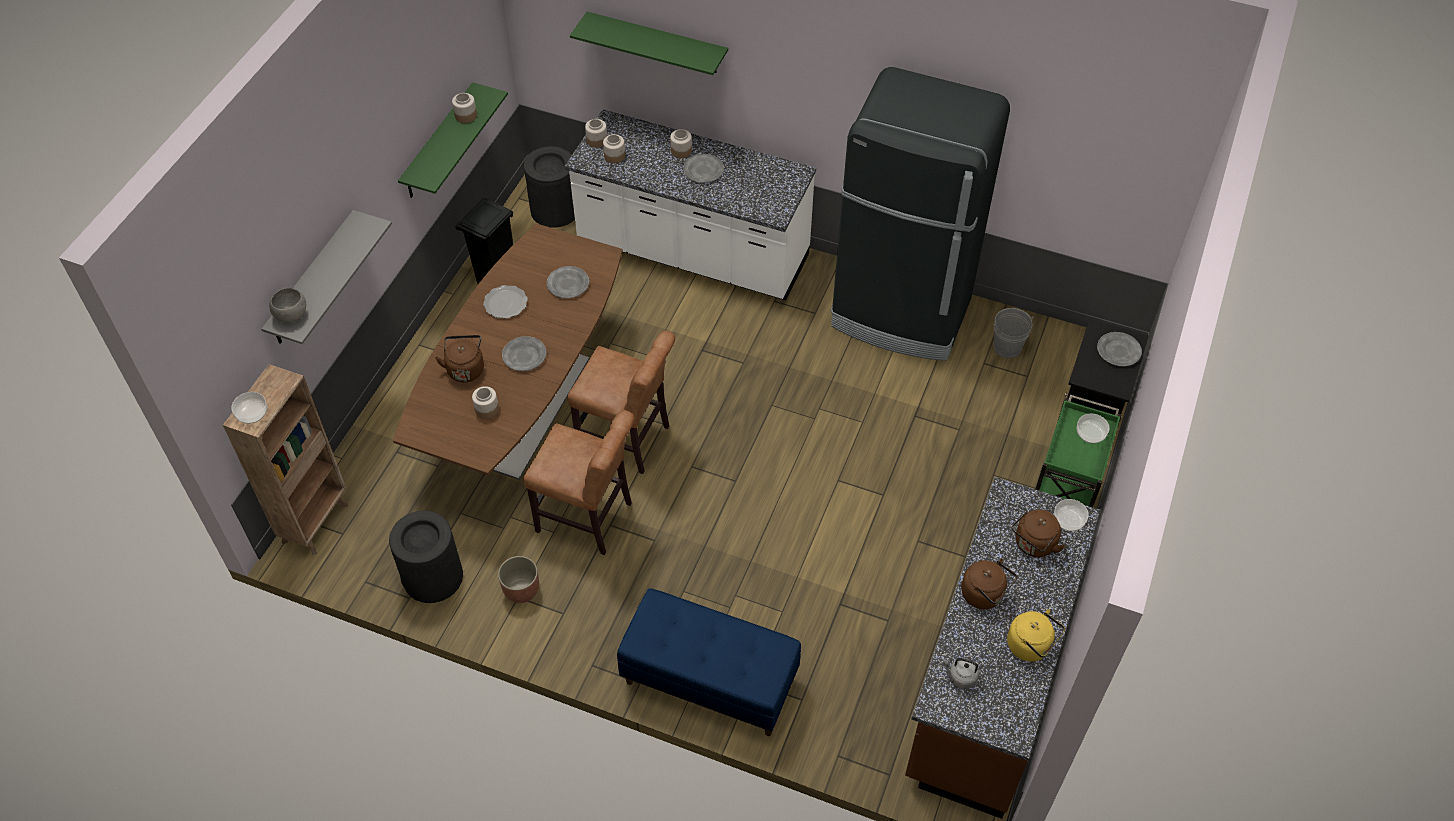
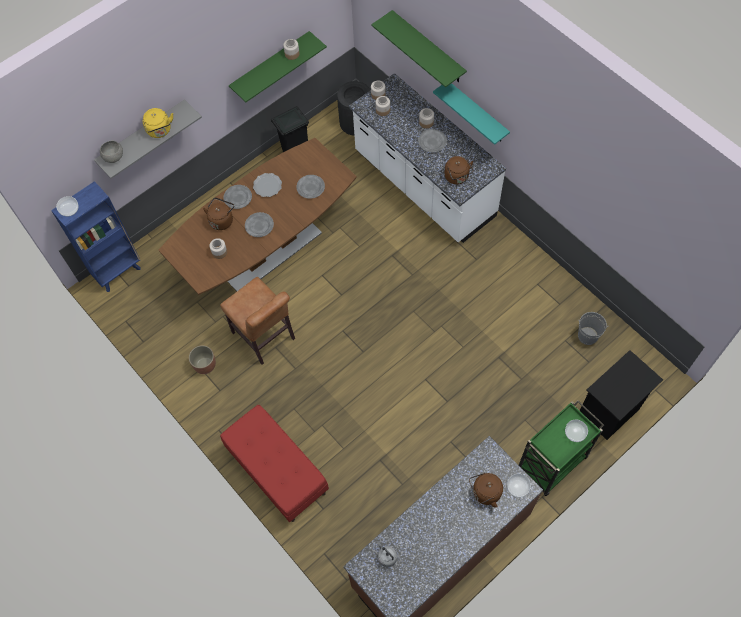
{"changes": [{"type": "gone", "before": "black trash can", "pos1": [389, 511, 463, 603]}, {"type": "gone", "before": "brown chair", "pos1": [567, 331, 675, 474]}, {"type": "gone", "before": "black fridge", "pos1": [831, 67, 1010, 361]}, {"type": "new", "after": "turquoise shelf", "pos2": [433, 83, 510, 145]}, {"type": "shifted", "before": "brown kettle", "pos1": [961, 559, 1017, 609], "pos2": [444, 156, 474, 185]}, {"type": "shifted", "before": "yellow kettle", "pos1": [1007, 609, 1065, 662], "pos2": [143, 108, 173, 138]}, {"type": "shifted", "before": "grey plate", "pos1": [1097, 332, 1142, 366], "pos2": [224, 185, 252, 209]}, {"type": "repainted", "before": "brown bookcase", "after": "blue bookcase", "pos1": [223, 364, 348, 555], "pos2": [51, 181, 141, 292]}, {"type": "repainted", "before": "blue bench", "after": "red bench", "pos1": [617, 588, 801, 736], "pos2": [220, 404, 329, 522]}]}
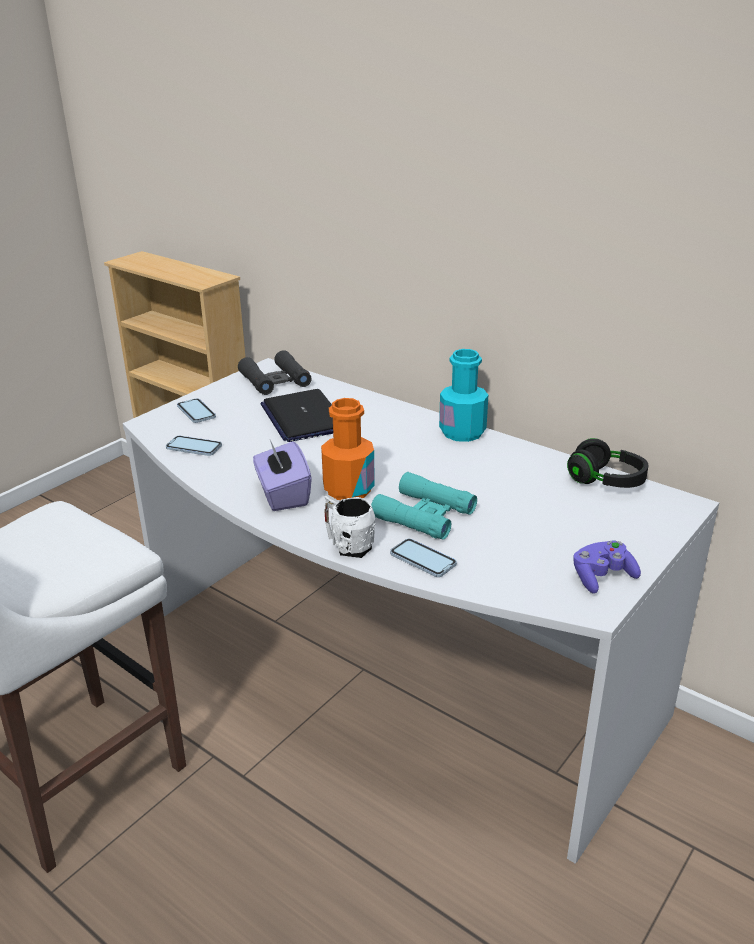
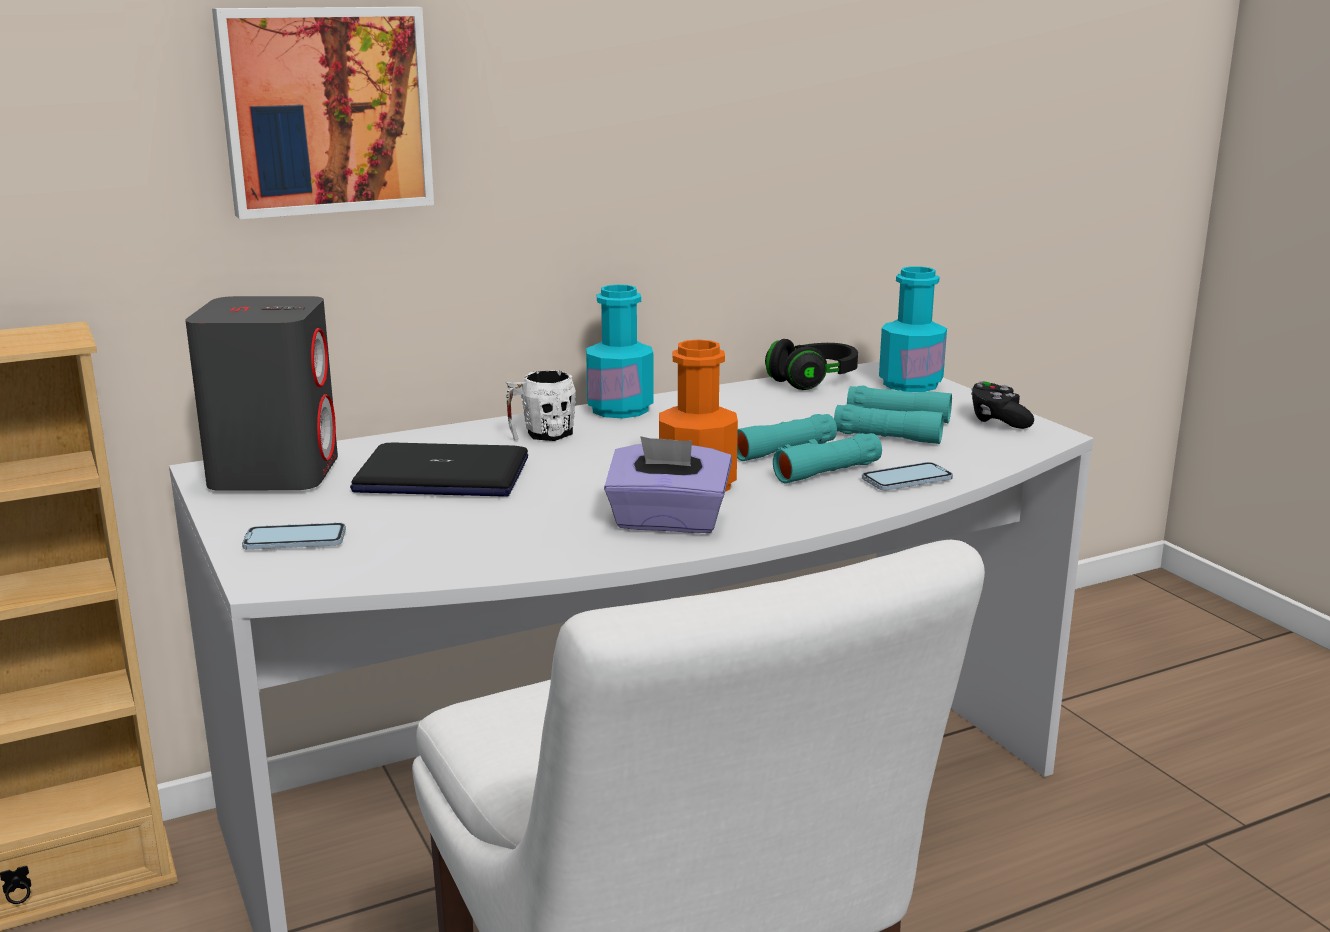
{"changes": [{"type": "gone", "before": "phone", "pos1": [166, 436, 222, 456]}, {"type": "new", "after": "picture", "pos2": [212, 7, 434, 219]}, {"type": "new", "after": "turquoise binoculars", "pos2": [834, 386, 952, 444]}, {"type": "new", "after": "turquoise bottle", "pos2": [879, 266, 947, 392]}, {"type": "shifted", "before": "white mug", "pos1": [324, 495, 375, 558], "pos2": [505, 370, 576, 441]}, {"type": "swapped", "before": "black binoculars", "after": "grey speaker", "pos1": [238, 350, 312, 395], "pos2": [185, 296, 338, 491]}, {"type": "repainted", "before": "purple game controller", "after": "black game controller", "pos1": [573, 540, 641, 594], "pos2": [971, 381, 1034, 429]}]}
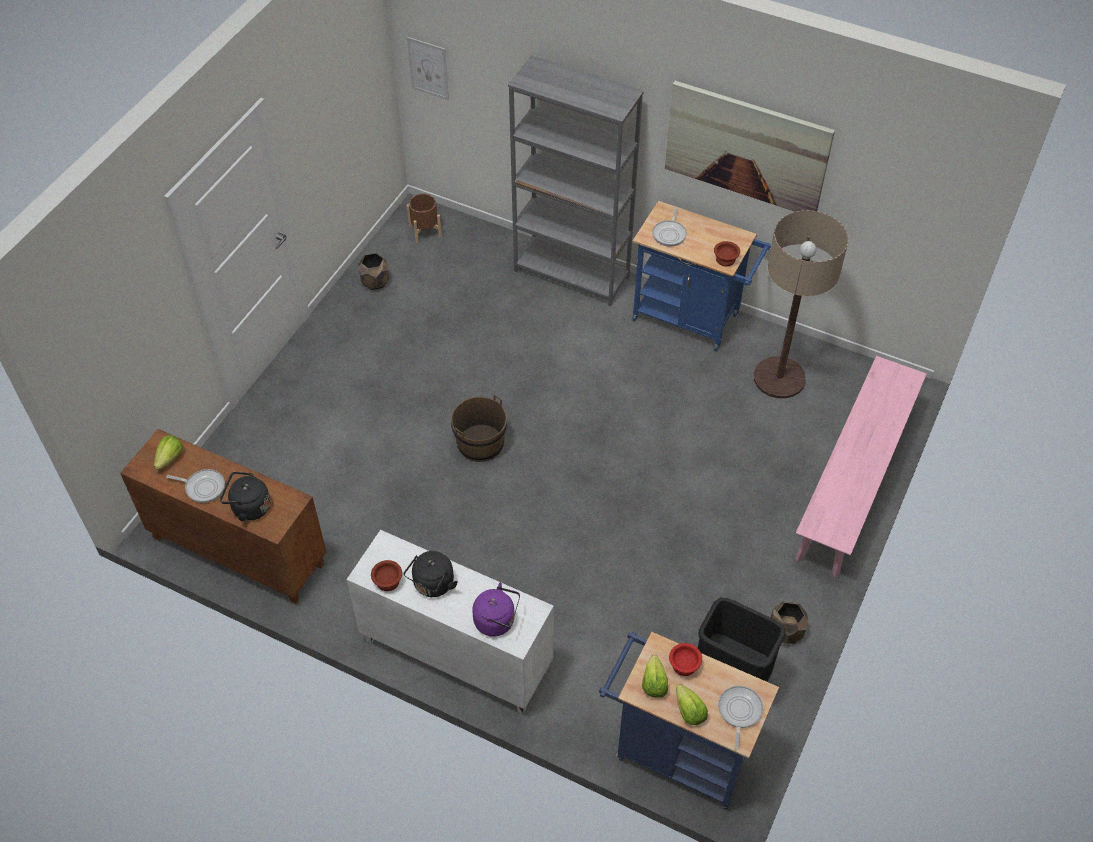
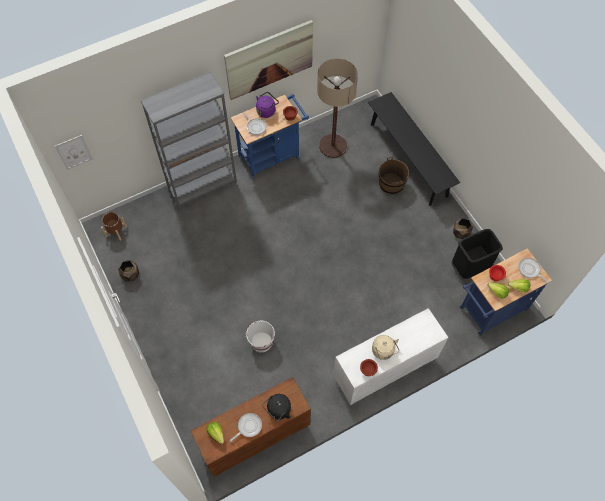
{"changes": [{"type": "new", "after": "white bucket", "pos2": [245, 321, 275, 352]}, {"type": "shifted", "before": "brown bucket", "pos1": [451, 395, 507, 462], "pos2": [379, 157, 409, 195]}, {"type": "shifted", "before": "purple kettle", "pos1": [472, 583, 520, 637], "pos2": [256, 92, 279, 118]}, {"type": "repainted", "before": "black kettle", "after": "beige kettle", "pos1": [404, 551, 458, 597], "pos2": [372, 335, 399, 360]}, {"type": "repainted", "before": "pink bench", "after": "black bench", "pos1": [795, 356, 927, 577], "pos2": [368, 92, 460, 206]}]}
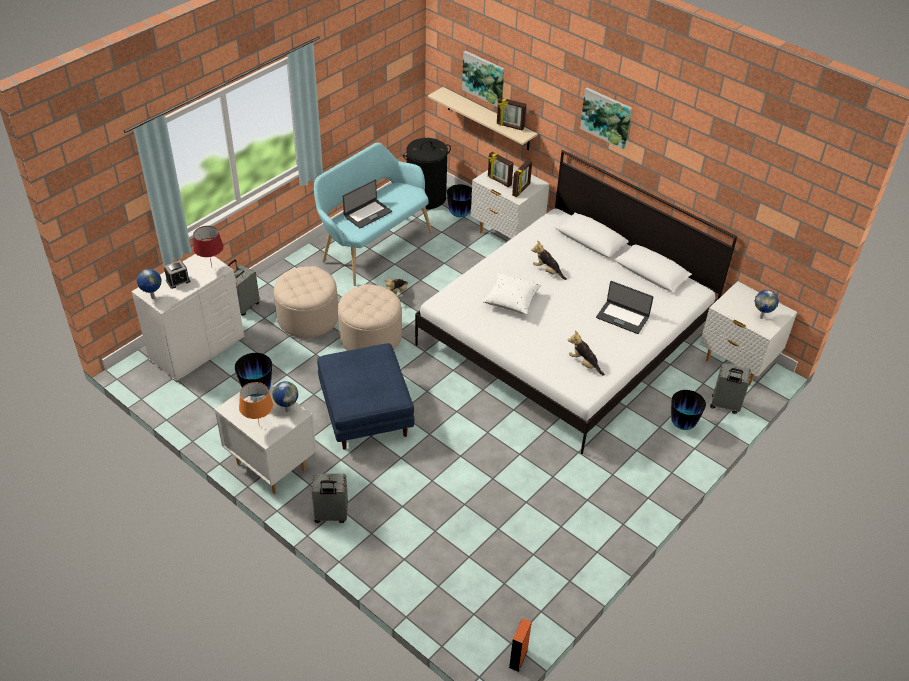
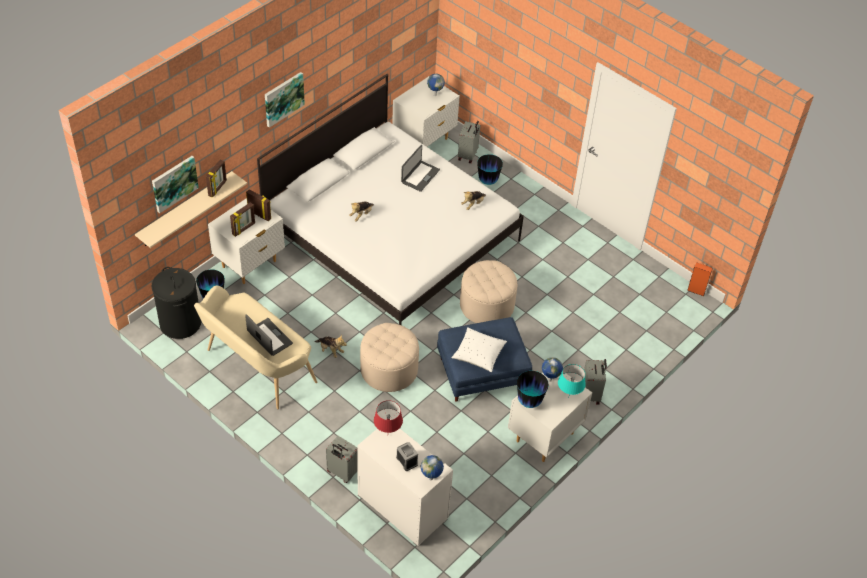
{"changes": [{"type": "shifted", "before": "beige ottoman", "pos1": [274, 266, 338, 338], "pos2": [460, 260, 517, 323]}, {"type": "shifted", "before": "white pillow", "pos1": [482, 273, 542, 314], "pos2": [452, 327, 507, 372]}, {"type": "repainted", "before": "orange table lamp", "after": "turquoise table lamp", "pos1": [239, 382, 273, 427], "pos2": [558, 364, 586, 395]}, {"type": "repainted", "before": "turquoise bench", "after": "beige bench", "pos1": [314, 143, 432, 286], "pos2": [194, 286, 317, 409]}]}
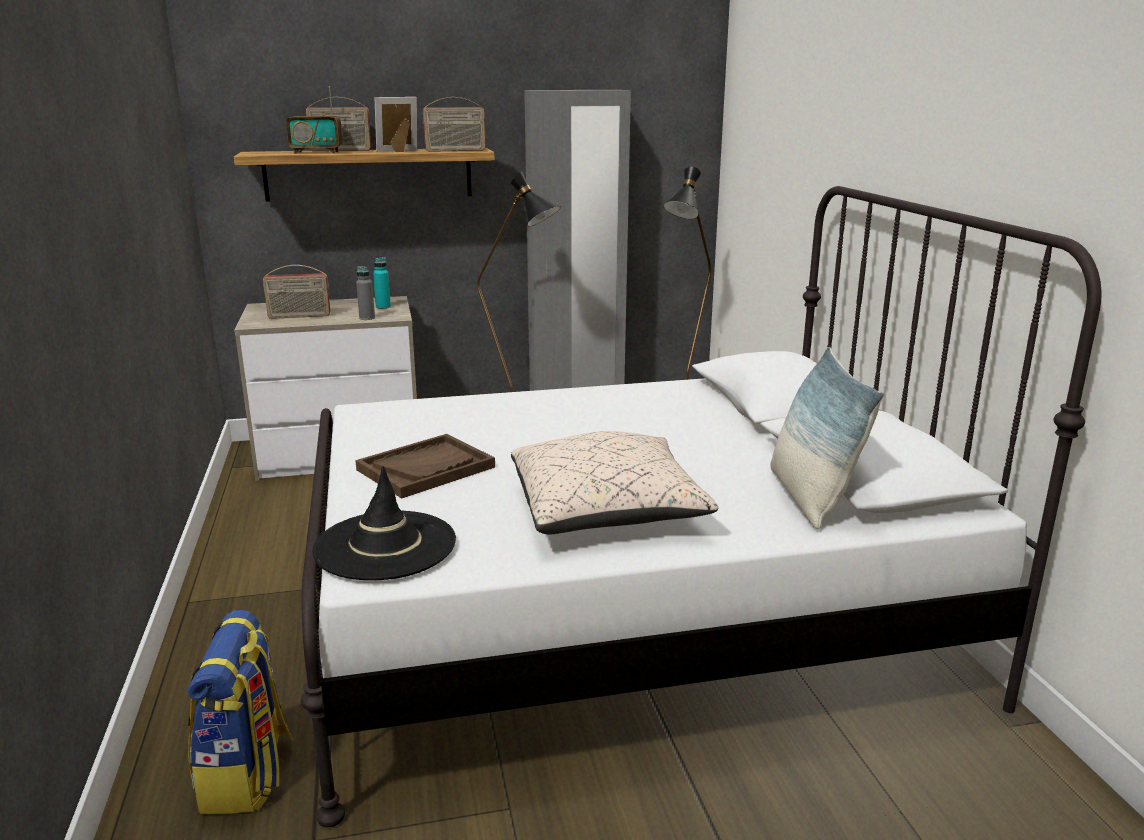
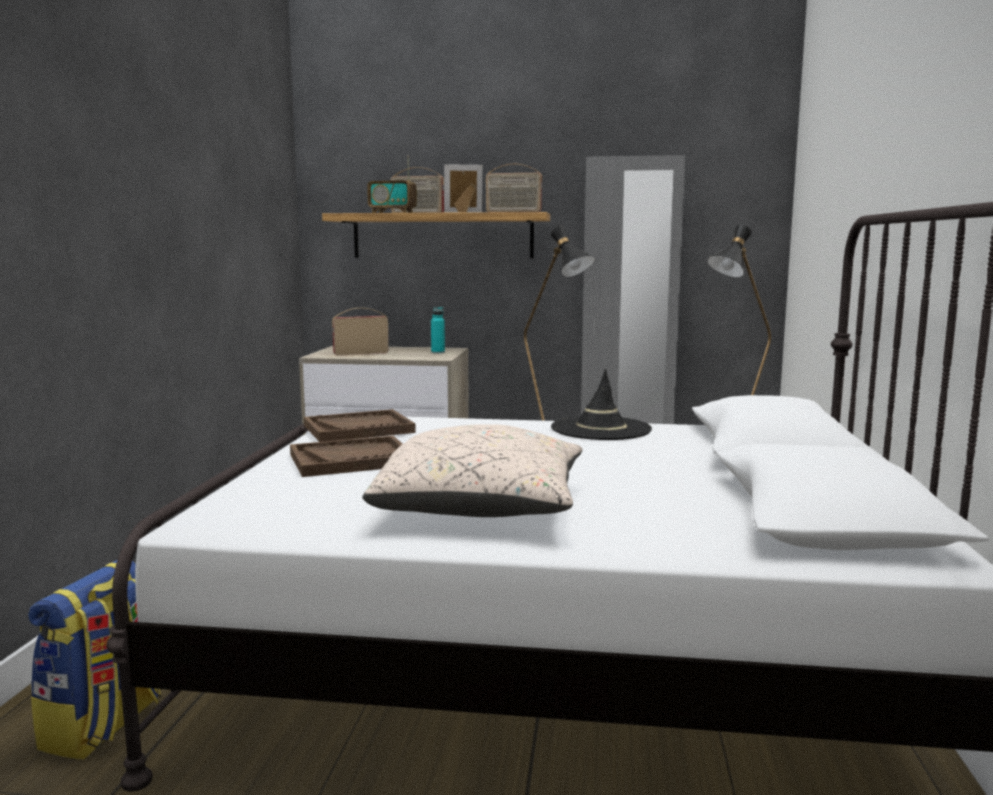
{"changes": [{"type": "gone", "before": "grey bottle", "pos1": [356, 266, 375, 320]}, {"type": "gone", "before": "pillow", "pos1": [770, 347, 884, 530]}, {"type": "new", "after": "brown tray", "pos2": [304, 409, 416, 442]}, {"type": "shifted", "before": "black hat", "pos1": [312, 466, 456, 580], "pos2": [551, 369, 652, 440]}, {"type": "rotated", "before": "radio", "pos1": [263, 265, 330, 319], "pos2": [332, 308, 389, 356], "turn": 150}]}
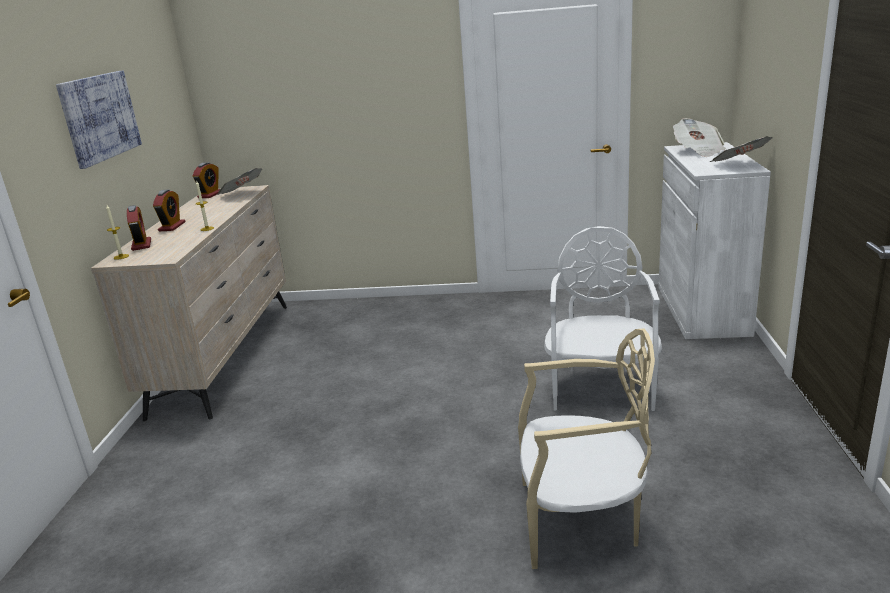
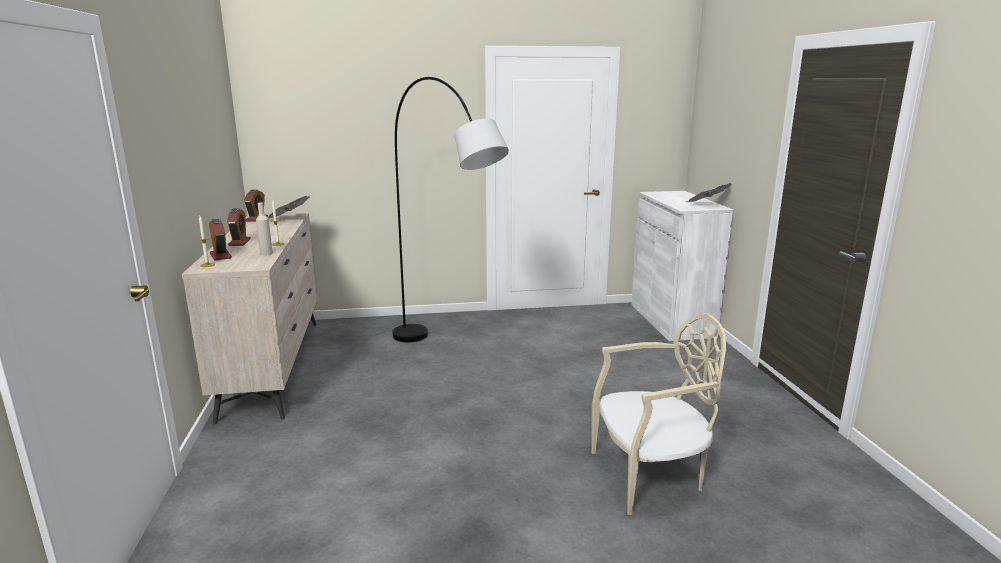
{"changes": [{"type": "gone", "before": "picture", "pos1": [56, 70, 142, 169]}, {"type": "gone", "before": "white chair", "pos1": [544, 226, 662, 411]}, {"type": "gone", "before": "newspaper", "pos1": [673, 118, 726, 157]}, {"type": "new", "after": "beige bottle", "pos2": [256, 203, 273, 256]}, {"type": "new", "after": "grey floor lamp", "pos2": [392, 77, 509, 342]}]}
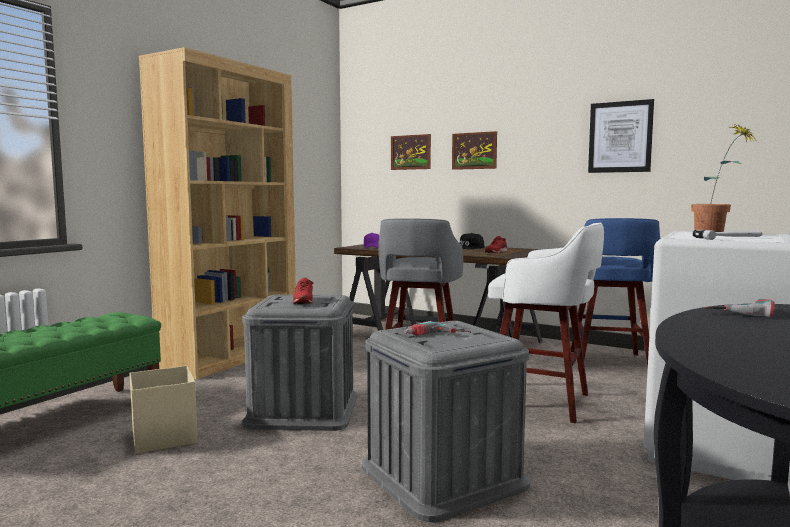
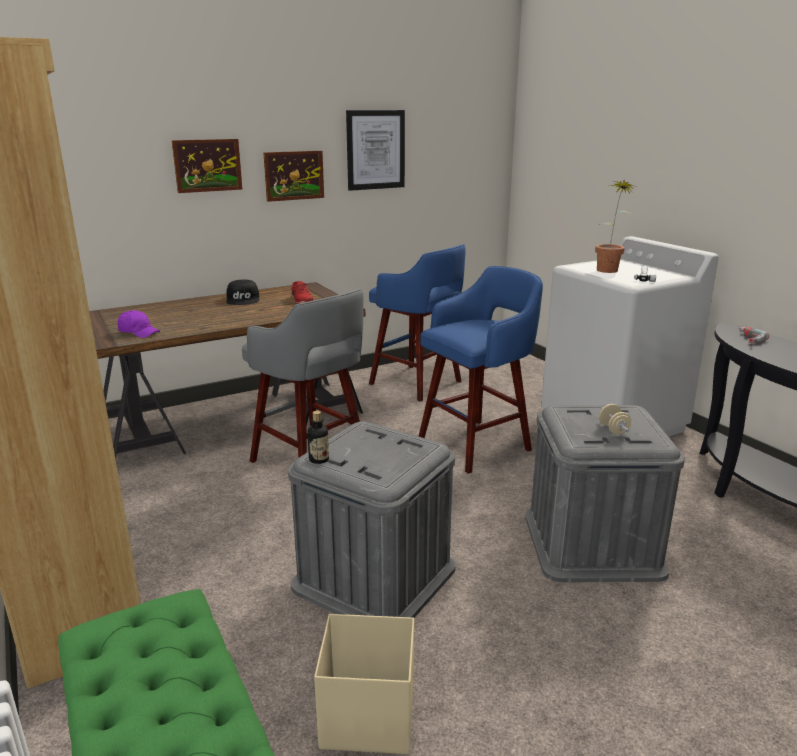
{"changes": [{"type": "gone", "before": "red shoe", "pos1": [293, 278, 313, 304]}, {"type": "new", "after": "bottle", "pos2": [307, 411, 329, 464]}, {"type": "shifted", "before": "picture", "pos1": [391, 134, 431, 170], "pos2": [263, 151, 324, 202]}, {"type": "swapped", "before": "power drill", "after": "beige dumbbell", "pos1": [404, 321, 471, 336], "pos2": [599, 404, 632, 435]}, {"type": "repainted", "before": "white stool", "after": "blue stool", "pos1": [488, 223, 604, 423], "pos2": [419, 266, 543, 474]}]}
